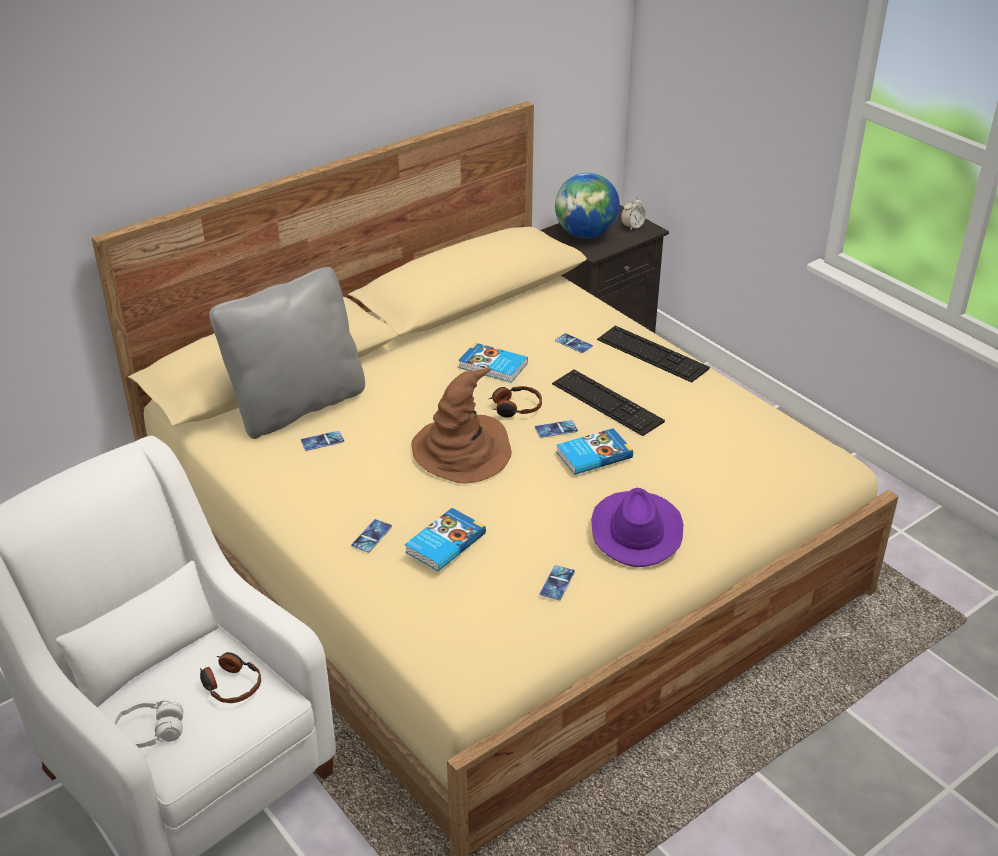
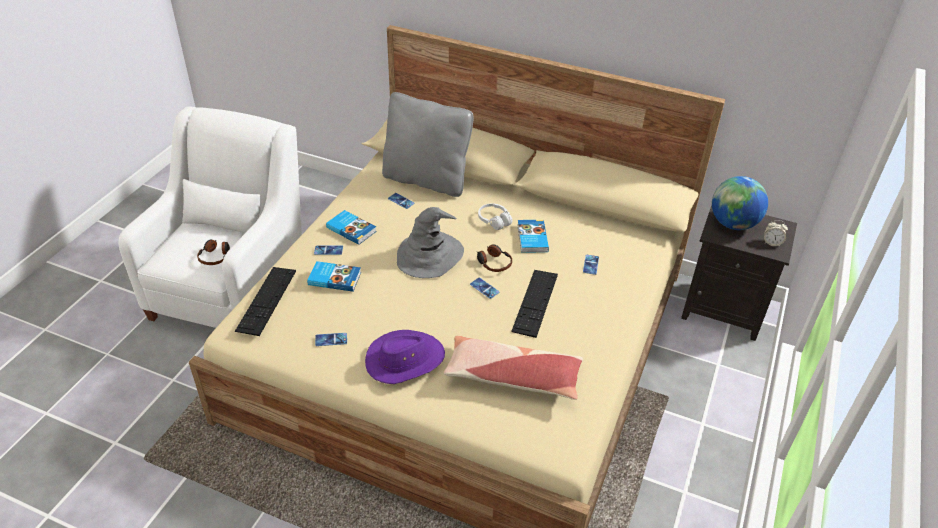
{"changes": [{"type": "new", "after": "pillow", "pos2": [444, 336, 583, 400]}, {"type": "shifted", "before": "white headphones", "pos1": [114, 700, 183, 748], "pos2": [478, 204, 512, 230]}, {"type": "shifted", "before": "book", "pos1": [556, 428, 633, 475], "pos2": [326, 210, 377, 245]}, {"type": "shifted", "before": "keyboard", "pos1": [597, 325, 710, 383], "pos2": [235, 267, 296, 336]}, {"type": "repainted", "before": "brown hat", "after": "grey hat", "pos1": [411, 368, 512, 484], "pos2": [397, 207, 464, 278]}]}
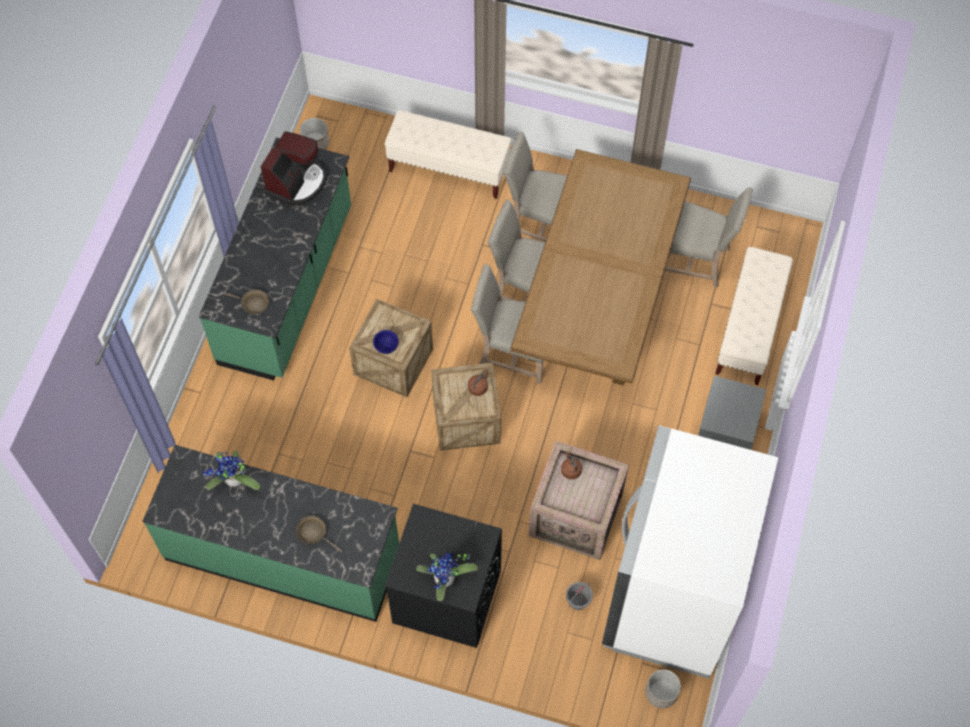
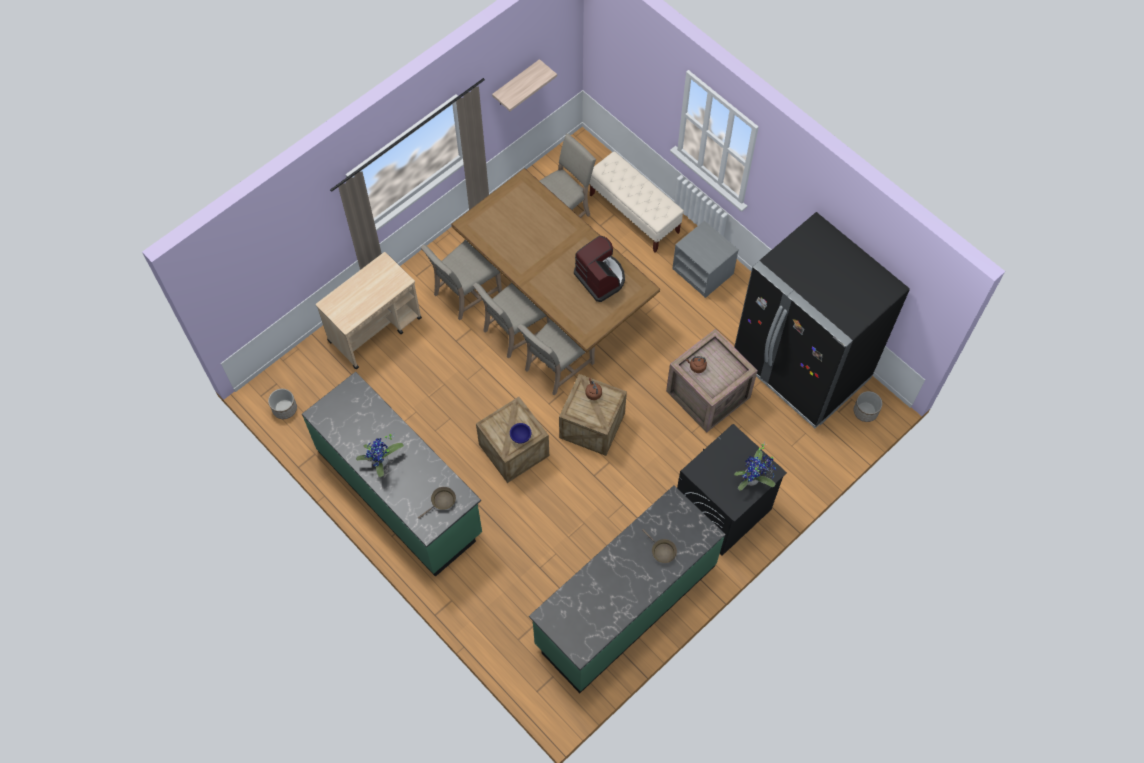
{"changes": [{"type": "gone", "before": "grey bucket", "pos1": [566, 582, 593, 610]}, {"type": "new", "after": "shelf", "pos2": [492, 59, 557, 111]}, {"type": "shifted", "before": "potted plant", "pos1": [202, 451, 260, 490], "pos2": [356, 434, 404, 477]}, {"type": "shifted", "before": "coffee machine", "pos1": [261, 131, 326, 205], "pos2": [574, 235, 625, 302]}, {"type": "swapped", "before": "beige bench", "after": "beige cart", "pos1": [385, 110, 511, 199], "pos2": [316, 252, 422, 370]}, {"type": "repainted", "before": "white fridge", "after": "black fridge", "pos1": [602, 425, 778, 679], "pos2": [734, 212, 910, 428]}, {"type": "rotated", "before": "brown frying pan", "pos1": [296, 516, 343, 552], "pos2": [642, 529, 677, 563], "turn": -105}]}
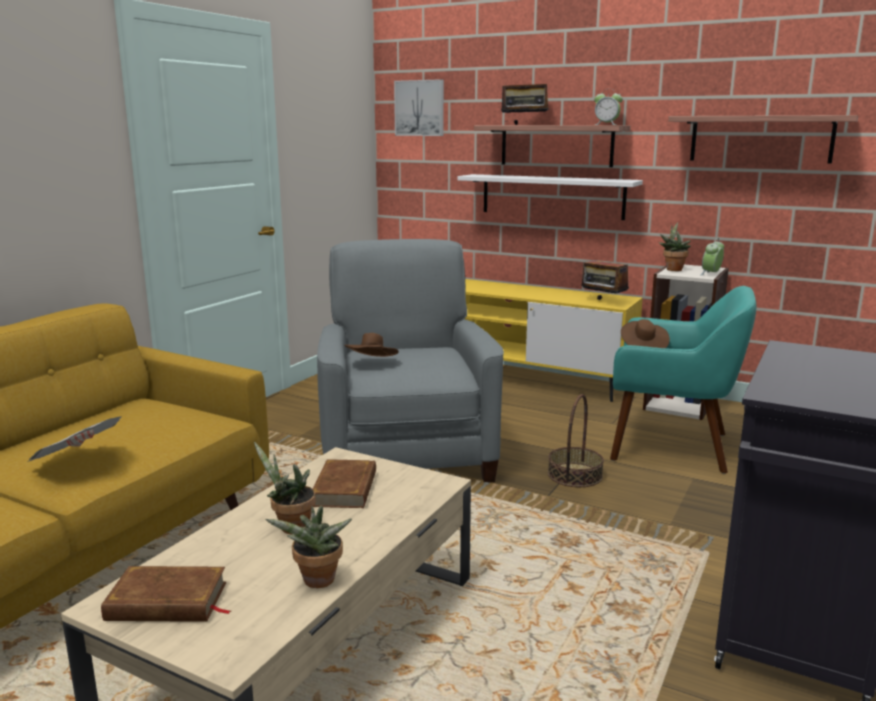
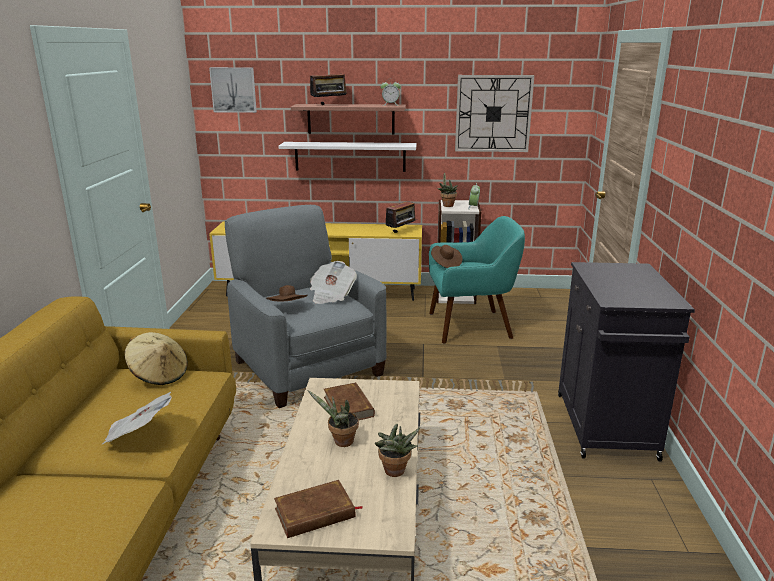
{"changes": [{"type": "gone", "before": "basket", "pos1": [548, 394, 604, 487]}, {"type": "new", "after": "beige hat", "pos2": [124, 332, 188, 385]}, {"type": "new", "after": "newspaper", "pos2": [310, 261, 357, 304]}, {"type": "swapped", "before": "shelf", "after": "wall clock", "pos1": [668, 115, 858, 164], "pos2": [455, 75, 535, 152]}, {"type": "rotated", "before": "radio", "pos1": [581, 251, 629, 300], "pos2": [385, 199, 418, 233], "turn": -75}]}
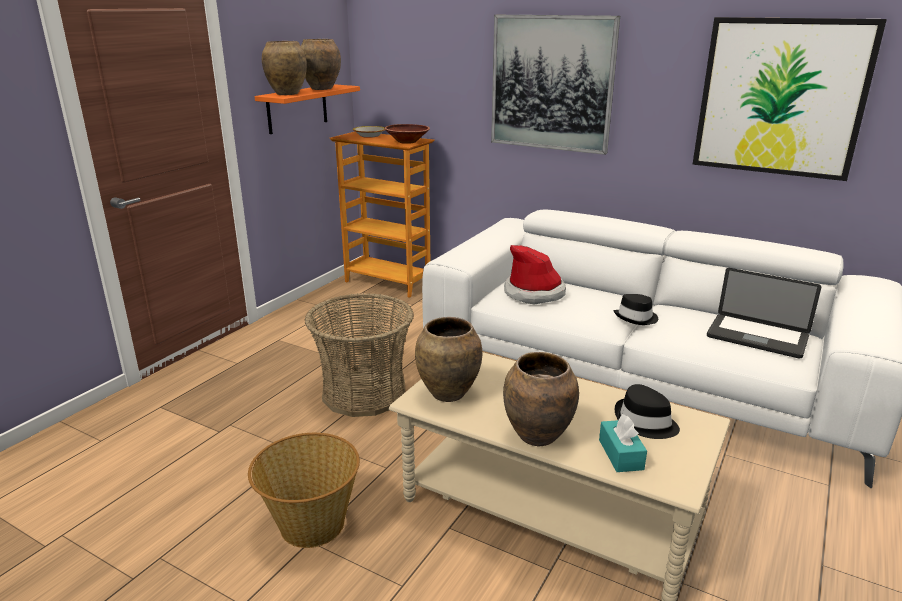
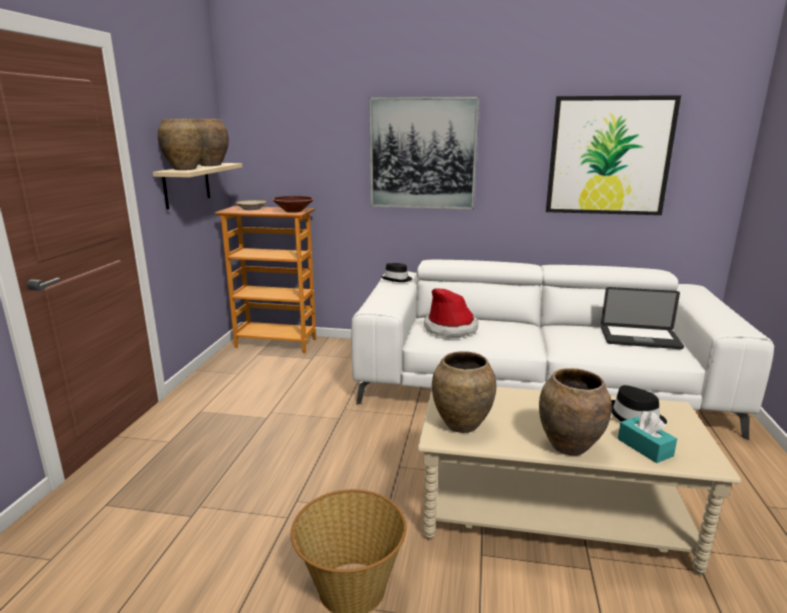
{"changes": [{"type": "gone", "before": "basket", "pos1": [304, 293, 414, 417]}, {"type": "shifted", "before": "black hat", "pos1": [614, 294, 658, 325], "pos2": [381, 263, 412, 282]}, {"type": "repainted", "before": "orange shelf", "after": "beige shelf", "pos1": [254, 84, 360, 134], "pos2": [153, 163, 243, 210]}]}
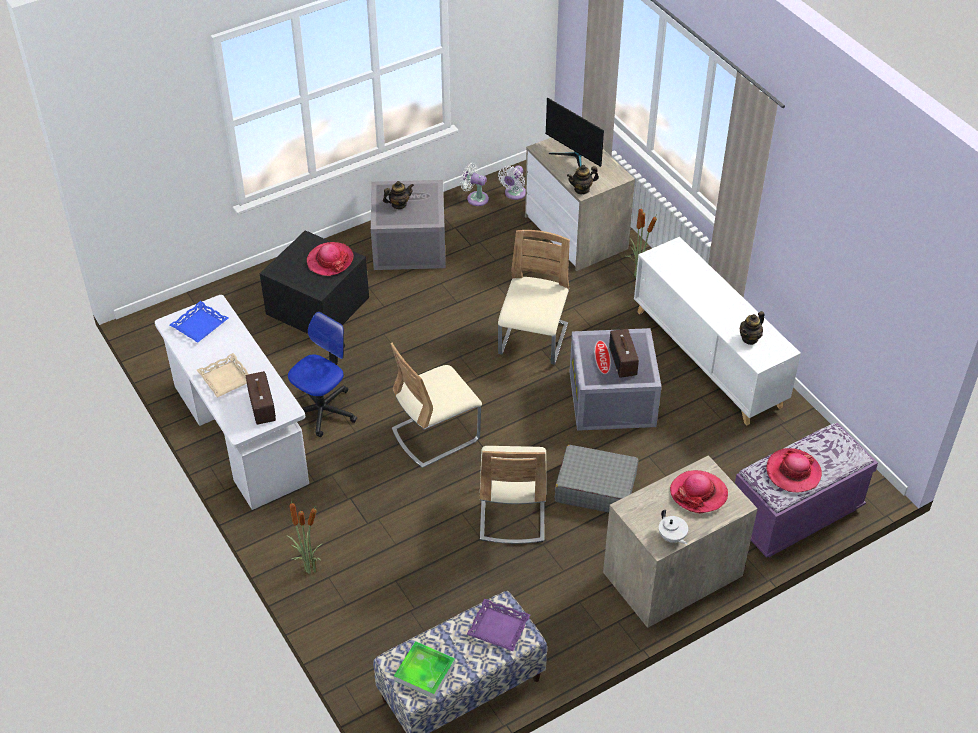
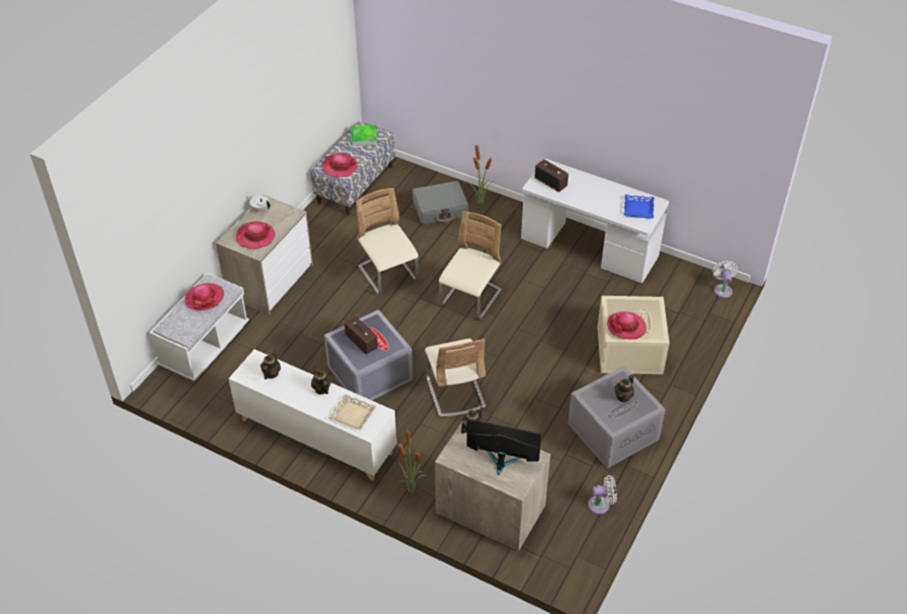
{"changes": [{"type": "gone", "before": "office chair", "pos1": [288, 312, 357, 437]}, {"type": "new", "after": "teapot", "pos2": [311, 366, 331, 394]}, {"type": "shifted", "before": "beige tray", "pos1": [197, 353, 248, 397], "pos2": [329, 394, 377, 431]}, {"type": "shifted", "before": "white fan", "pos1": [498, 165, 525, 200], "pos2": [713, 260, 738, 298]}, {"type": "shifted", "before": "grey suitcase", "pos1": [555, 445, 638, 513], "pos2": [412, 181, 469, 225]}, {"type": "swapped", "before": "purple tray", "after": "hat", "pos1": [466, 599, 530, 651], "pos2": [322, 153, 357, 177]}, {"type": "repainted", "before": "black storage box", "after": "beige storage box", "pos1": [260, 230, 369, 334], "pos2": [598, 296, 669, 374]}, {"type": "repainted", "before": "purple bench", "after": "white bench", "pos1": [735, 423, 878, 558], "pos2": [149, 273, 249, 381]}]}
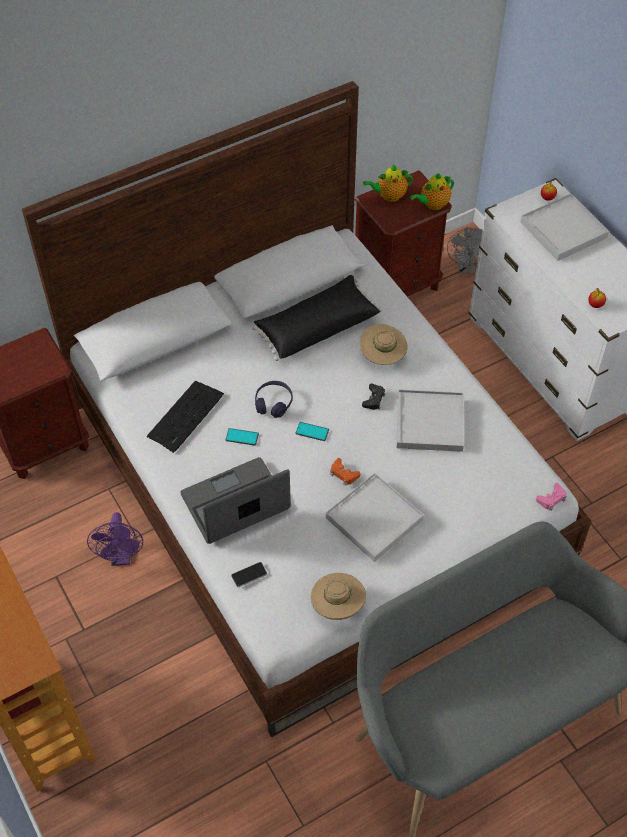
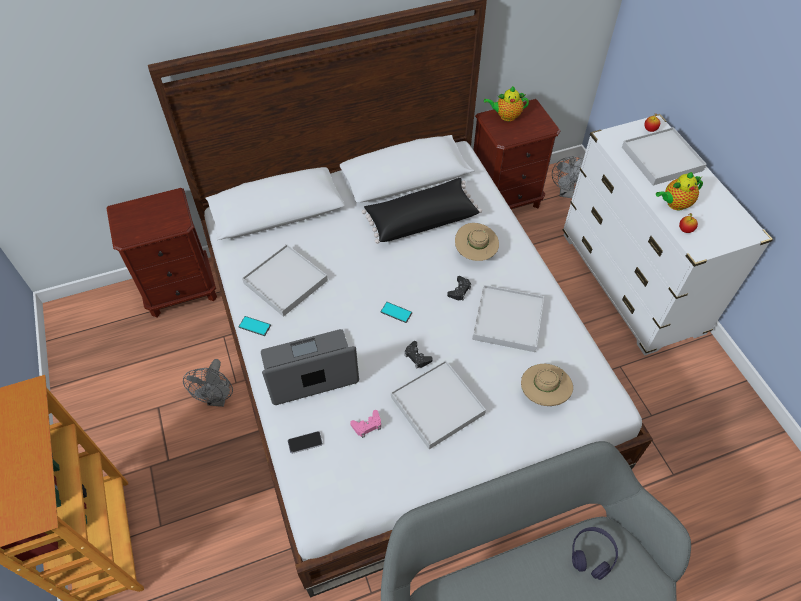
{"changes": [{"type": "shifted", "before": "phone", "pos1": [226, 428, 259, 446], "pos2": [239, 316, 271, 336]}, {"type": "shifted", "before": "purple headphones", "pos1": [255, 381, 293, 418], "pos2": [572, 527, 618, 580]}, {"type": "shifted", "before": "beige hat", "pos1": [311, 573, 366, 620], "pos2": [521, 364, 573, 406]}, {"type": "shifted", "before": "teapot", "pos1": [410, 173, 454, 210], "pos2": [656, 172, 703, 210]}, {"type": "shifted", "before": "pink game controller", "pos1": [536, 483, 567, 511], "pos2": [350, 410, 381, 438]}, {"type": "swapped", "before": "keyboard", "after": "white tray", "pos1": [147, 381, 224, 453], "pos2": [242, 244, 328, 317]}, {"type": "repainted", "before": "purple fan", "after": "grey fan", "pos1": [87, 512, 143, 566], "pos2": [183, 359, 233, 407]}, {"type": "repainted", "before": "orange game controller", "after": "black game controller", "pos1": [330, 458, 360, 486], "pos2": [404, 341, 433, 368]}]}
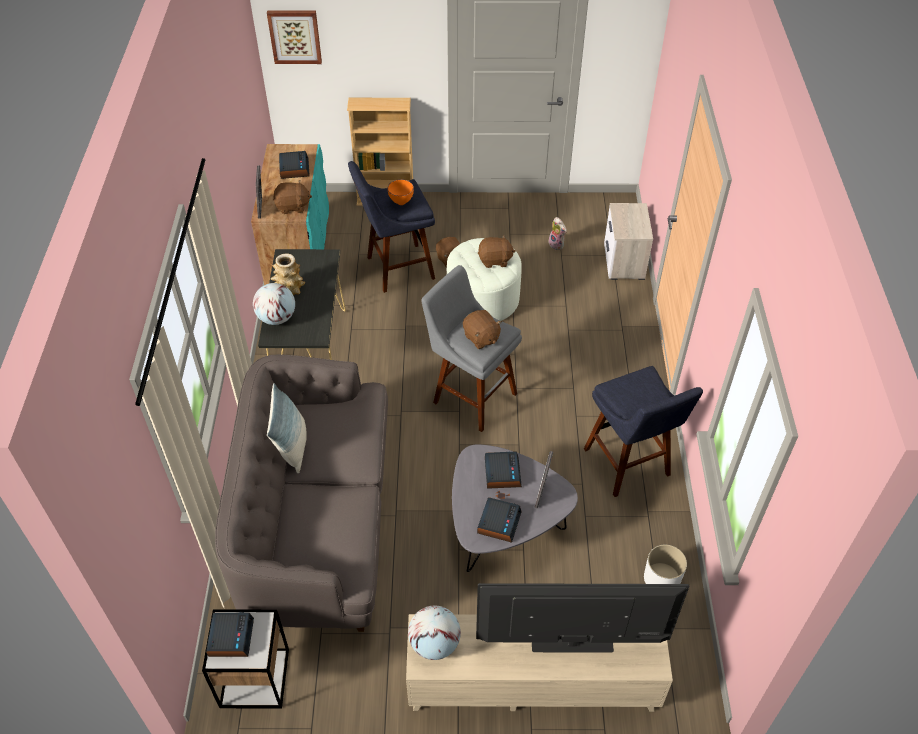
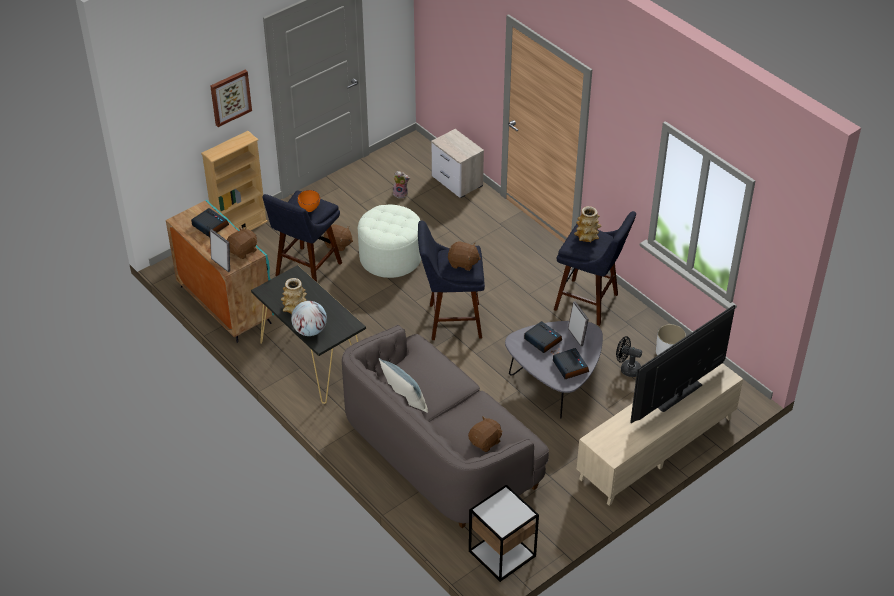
{"changes": [{"type": "gone", "before": "alarm clock", "pos1": [206, 612, 254, 657]}, {"type": "gone", "before": "globe", "pos1": [408, 606, 461, 660]}, {"type": "new", "after": "vase", "pos2": [574, 206, 601, 242]}, {"type": "new", "after": "black fan", "pos2": [616, 336, 642, 377]}, {"type": "shifted", "before": "picture", "pos1": [267, 10, 322, 64], "pos2": [210, 70, 252, 127]}, {"type": "shifted", "before": "brown plush toy", "pos1": [478, 235, 515, 268], "pos2": [468, 416, 503, 452]}, {"type": "repainted", "before": "grey stool", "after": "blue stool", "pos1": [421, 265, 522, 432], "pos2": [418, 220, 485, 340]}]}
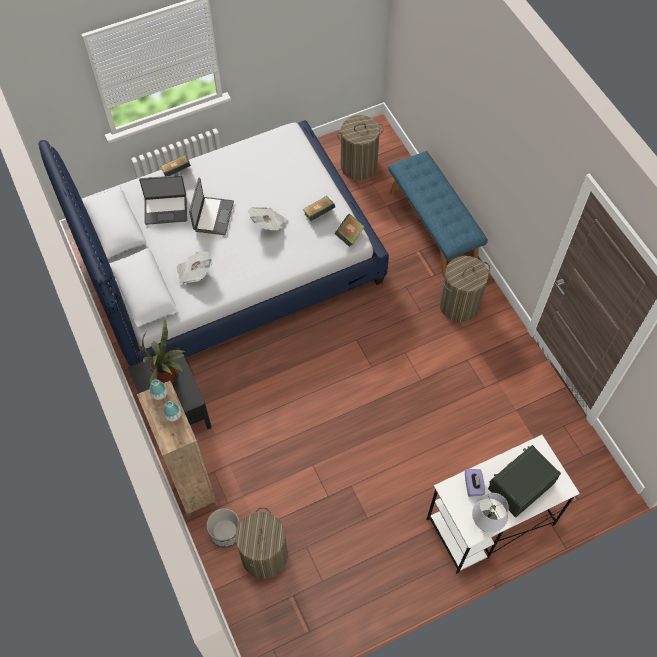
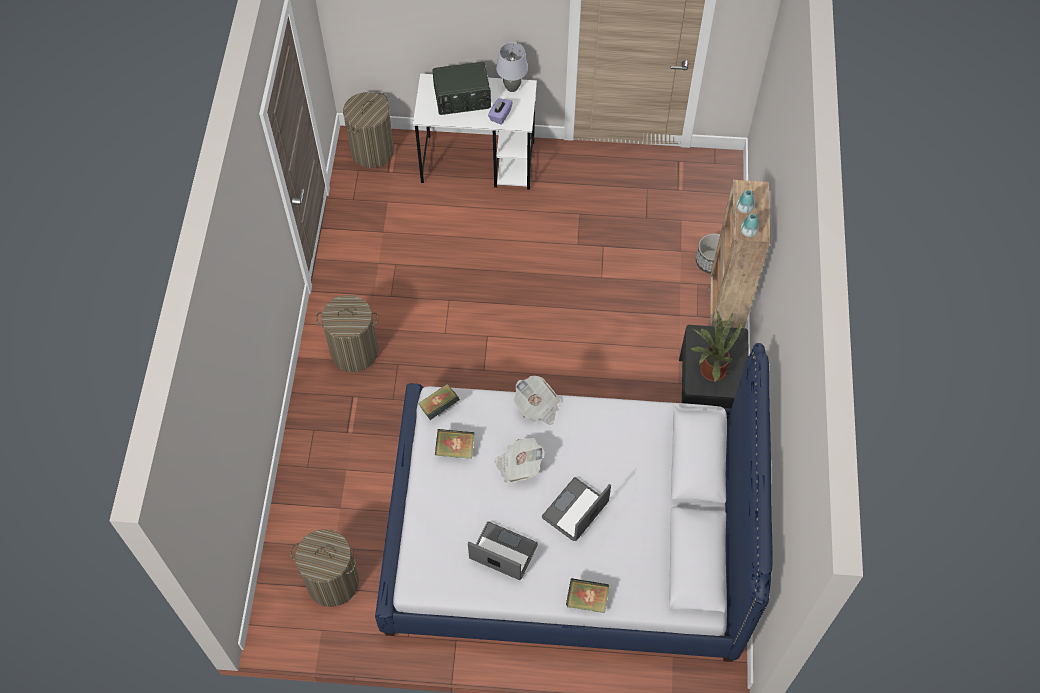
{"changes": [{"type": "gone", "before": "blue bench", "pos1": [388, 151, 488, 278]}, {"type": "shifted", "before": "laptop", "pos1": [139, 175, 187, 225], "pos2": [468, 521, 538, 580]}, {"type": "shifted", "before": "newspaper", "pos1": [177, 252, 212, 283], "pos2": [514, 376, 560, 425]}, {"type": "shifted", "before": "laundry basket", "pos1": [235, 507, 288, 579], "pos2": [343, 92, 394, 168]}]}
